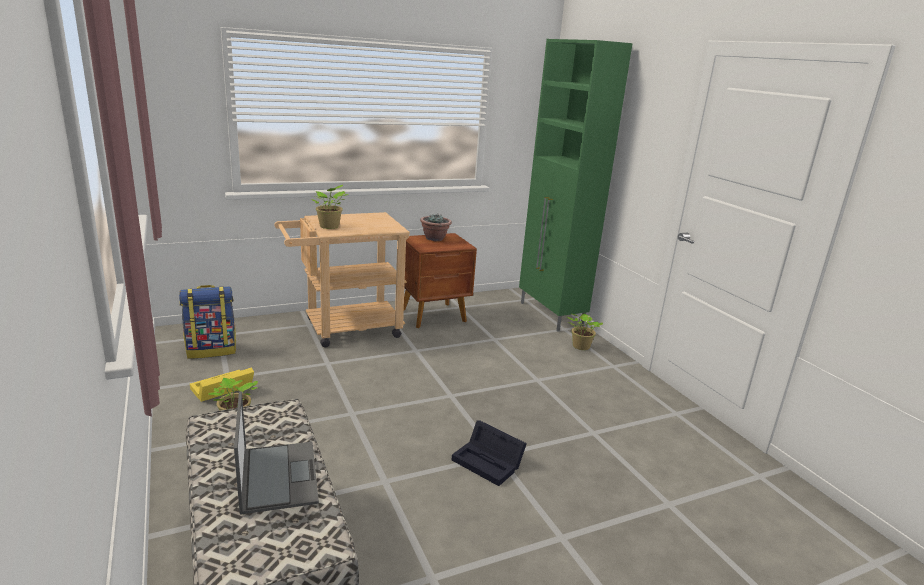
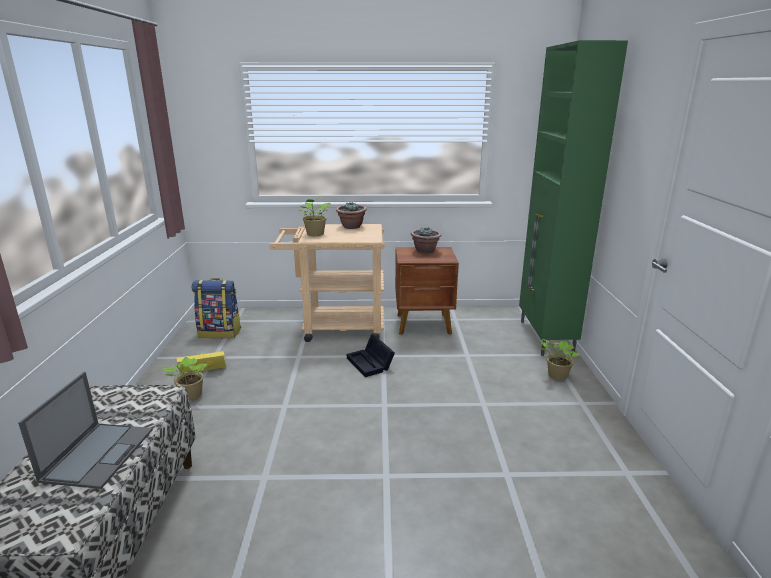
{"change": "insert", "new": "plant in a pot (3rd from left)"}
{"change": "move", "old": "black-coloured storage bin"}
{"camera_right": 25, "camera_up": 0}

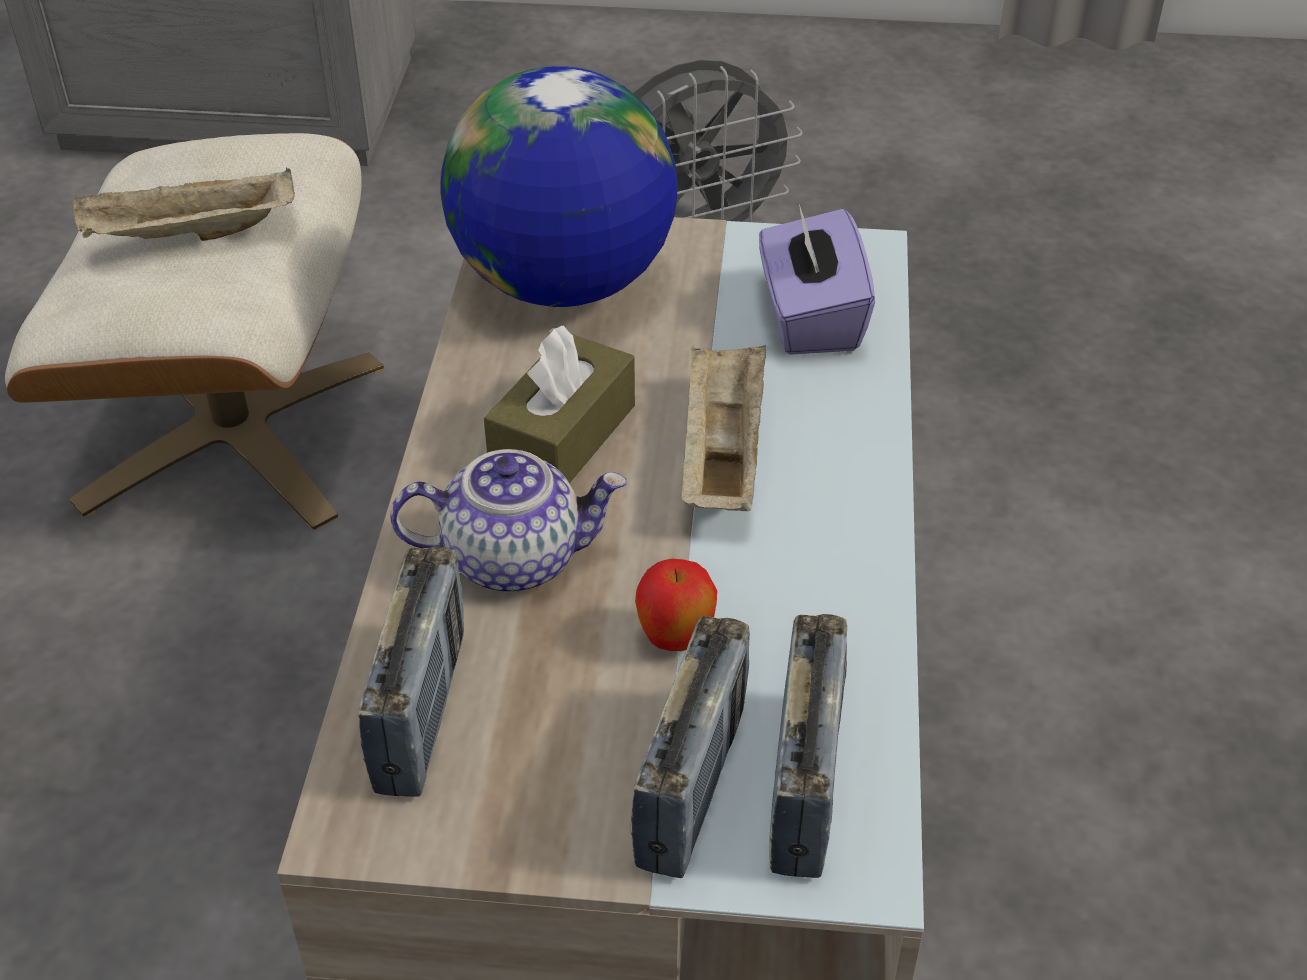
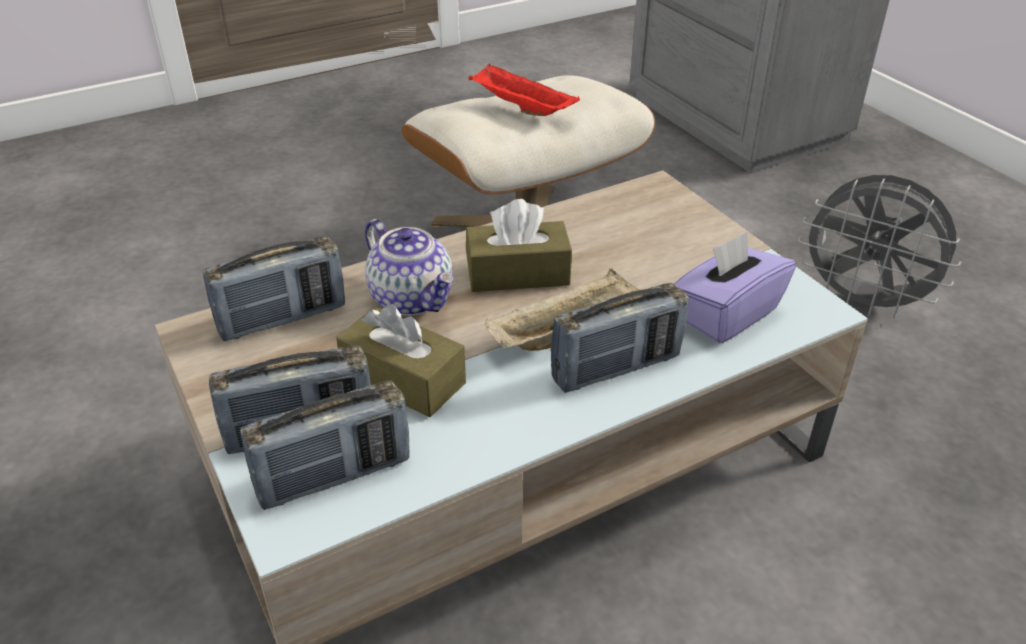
{"change": "delete", "old": "globe"}
{"change": "insert", "new": "radio set (4th from left)"}
{"change": "replace", "old": "apple", "new": "brown-coloured tissue box (1st from left)"}
{"change": "recolor", "old": "beige-coloured carrying tray (1st from left)", "new": "red carrying tray"}
{"camera_right": 55, "camera_up": -5}

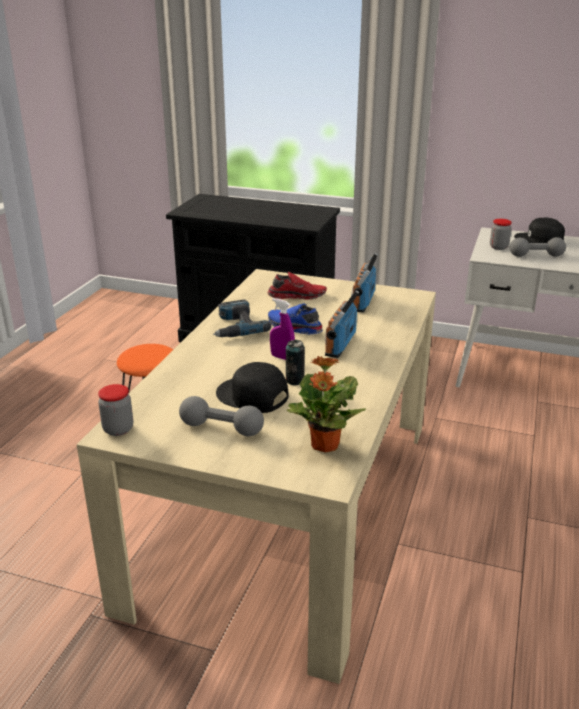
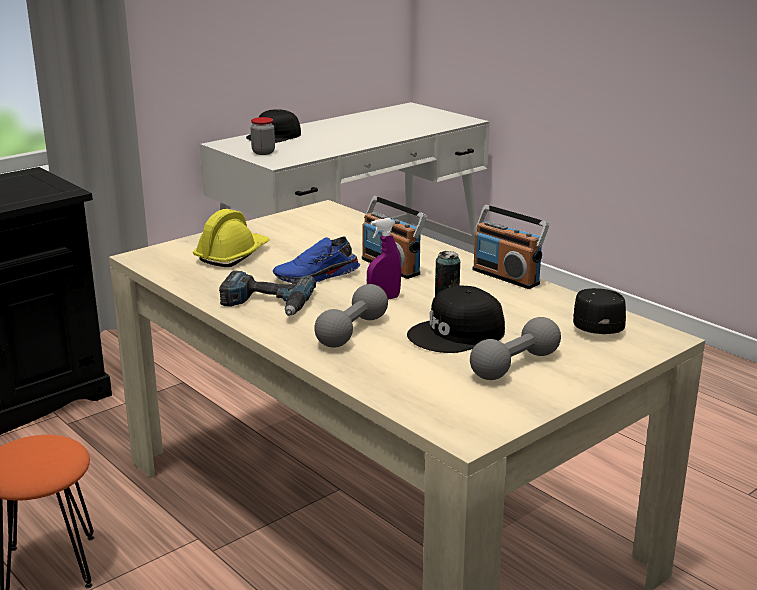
{"change": "delete", "old": "preserve jar (1st from left)"}
{"change": "move", "old": "radio set (2nd from left)"}
{"change": "move", "old": "gray free weight (2nd from left in the first image)", "new": "gray free weight (1st from left)"}
{"change": "replace", "old": "red item of footwear", "new": "yellow work helmet"}
{"change": "replace", "old": "plant in a pot", "new": "black-coloured baseball cap (3rd from left)"}
{"camera_right": -60, "camera_up": -5}

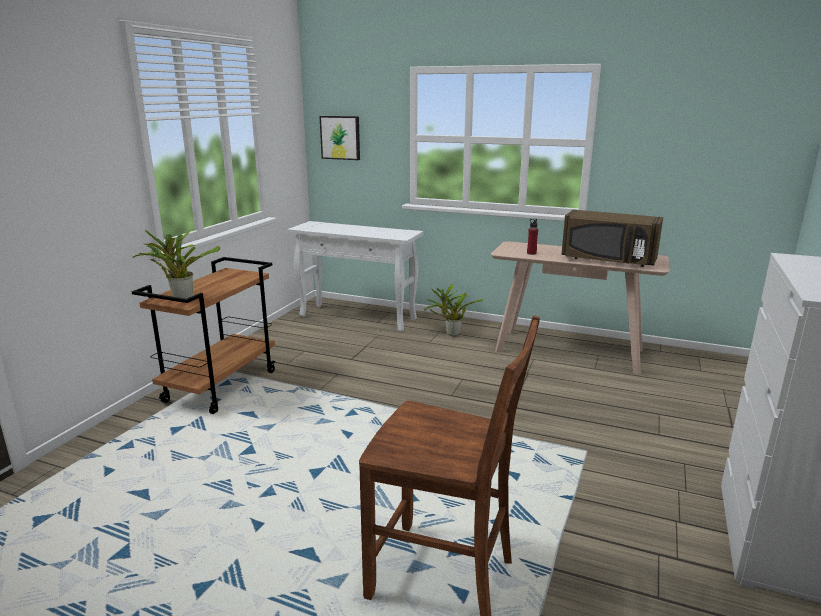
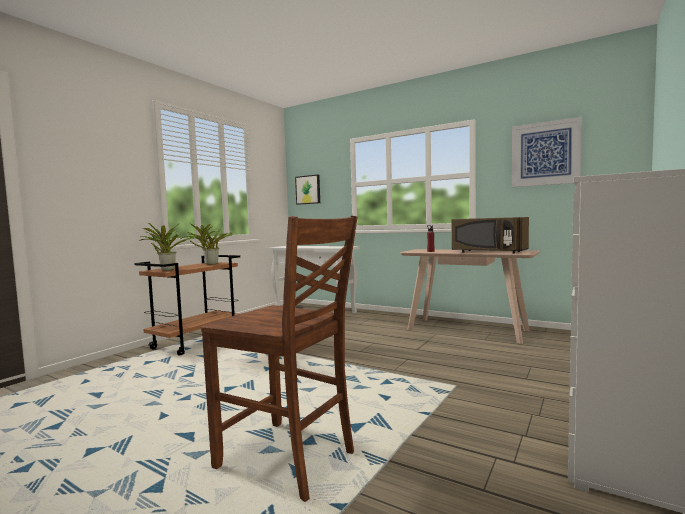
{"change": "insert", "new": "wall picture (2nd from left)"}
{"change": "move", "old": "plant in a pot (2nd from left)"}
{"camera_right": 10, "camera_up": -15}

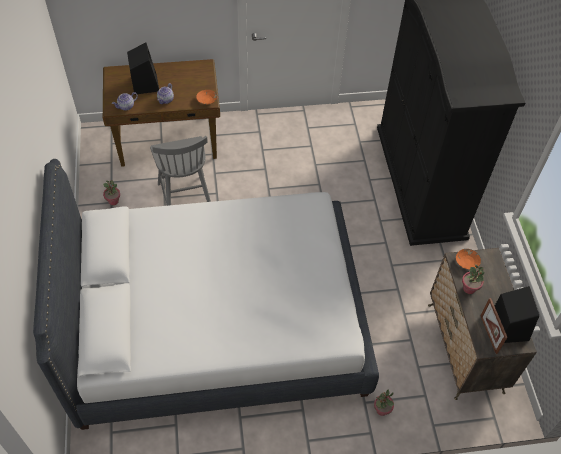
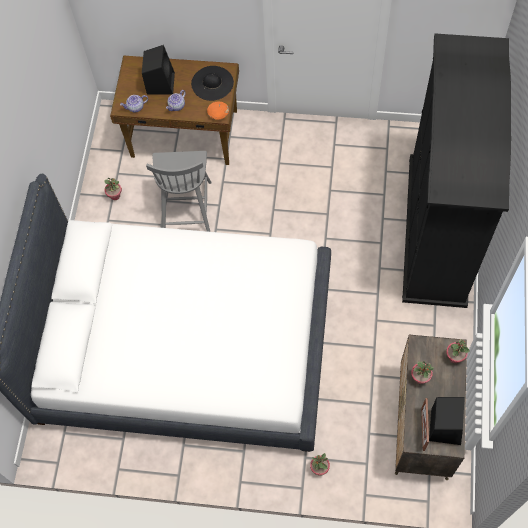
{"change": "delete", "old": "orange-coloured bowl (2nd from left)"}
{"change": "insert", "new": "black-coloured clothing hat"}
{"change": "insert", "new": "plant in a pot (4th from left)"}
{"camera_right": 20, "camera_up": 10}

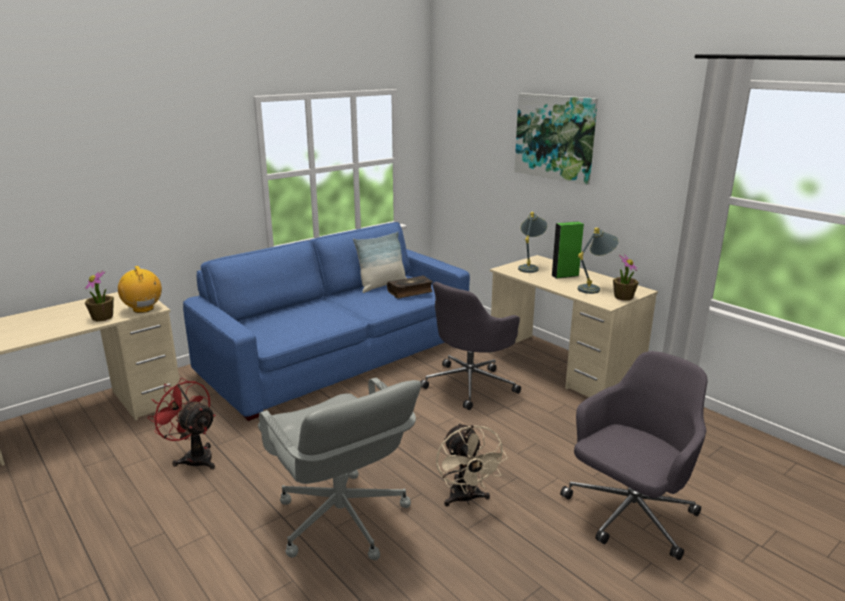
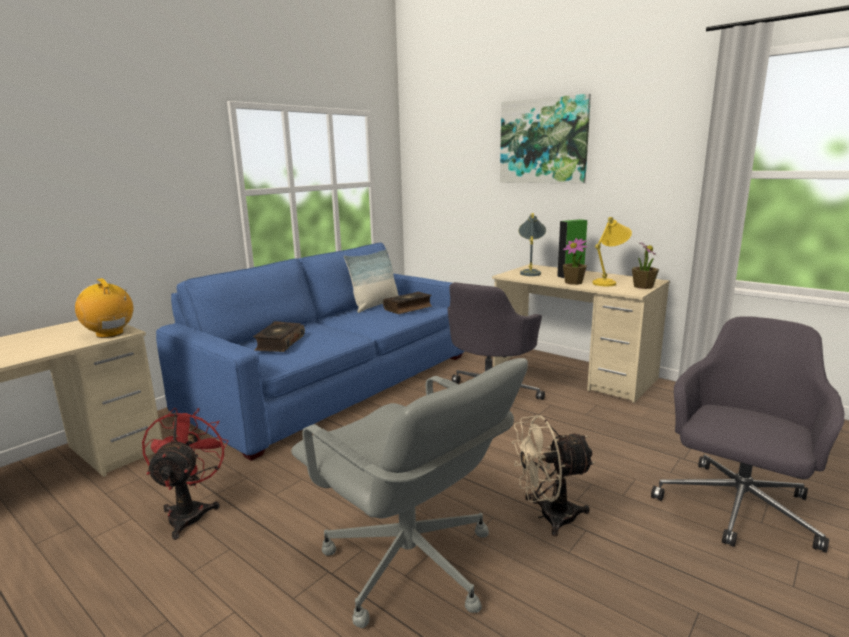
{"change": "insert", "new": "volume (1st from left)"}
{"change": "move", "old": "plant in a pot (1st from left)"}
{"change": "recolor", "old": "gray lamp for a table (2nd from left)", "new": "yellow lamp for a table"}
{"change": "rotate", "old": "red cooling fan", "degrees": 60}
{"change": "rotate", "old": "beige-coloured cooling fan", "degrees": 105}
{"camera_right": -10, "camera_up": -5}

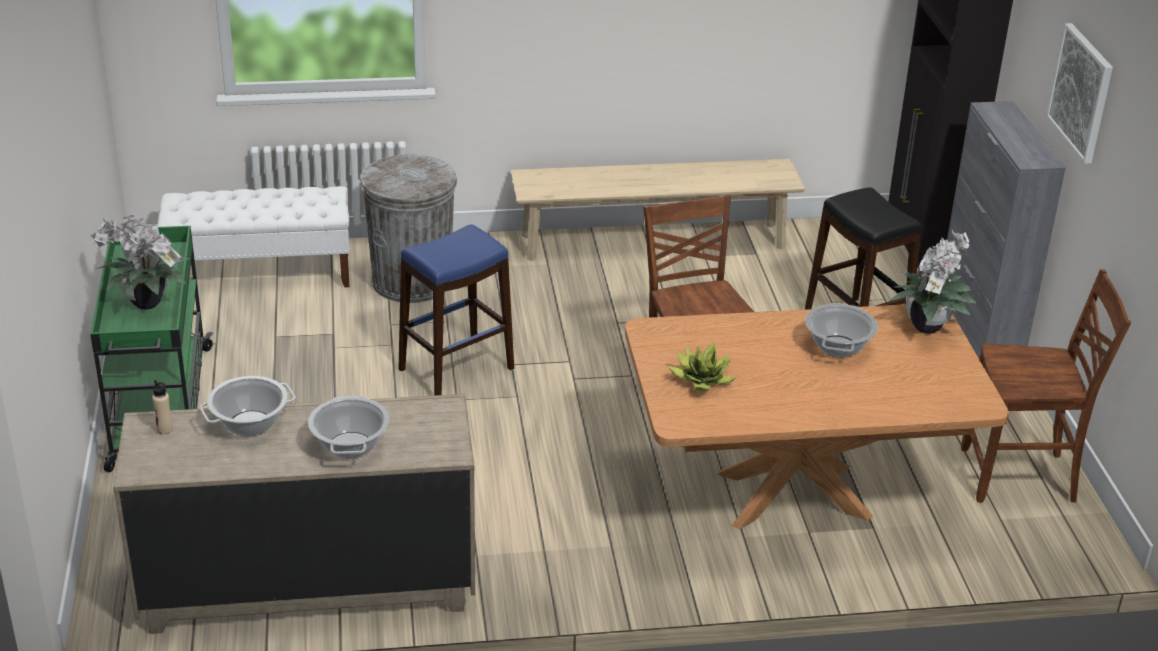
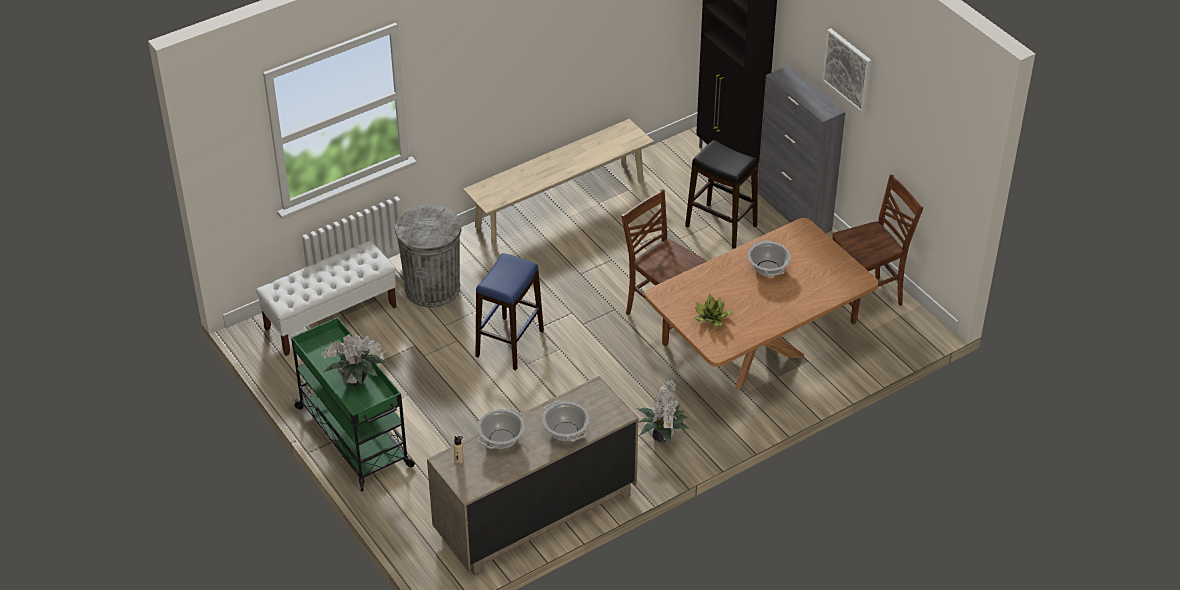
{"change": "move", "old": "plant in a pot (3rd from left in the first image)", "new": "plant in a pot (2nd from left)"}
{"camera_right": -25, "camera_up": 10}

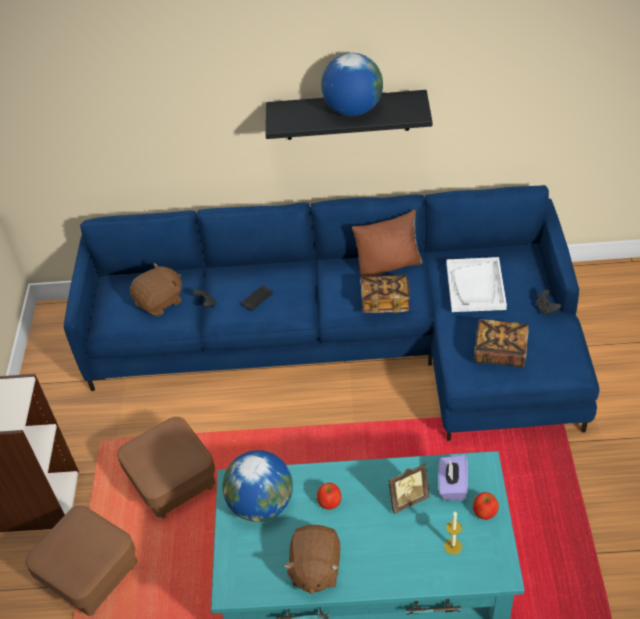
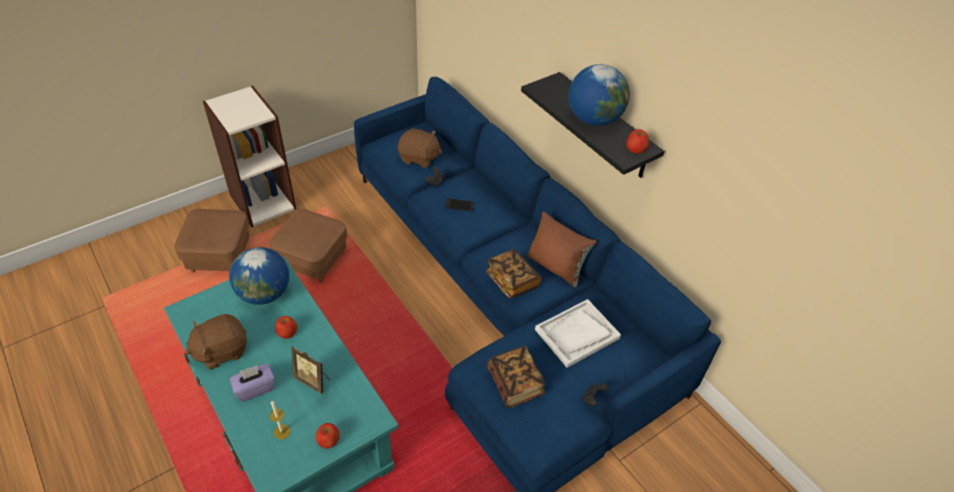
{"change": "insert", "new": "apple (3rd from left)"}
{"change": "move", "old": "purple-coloured tissue box"}
{"camera_right": 50, "camera_up": 0}

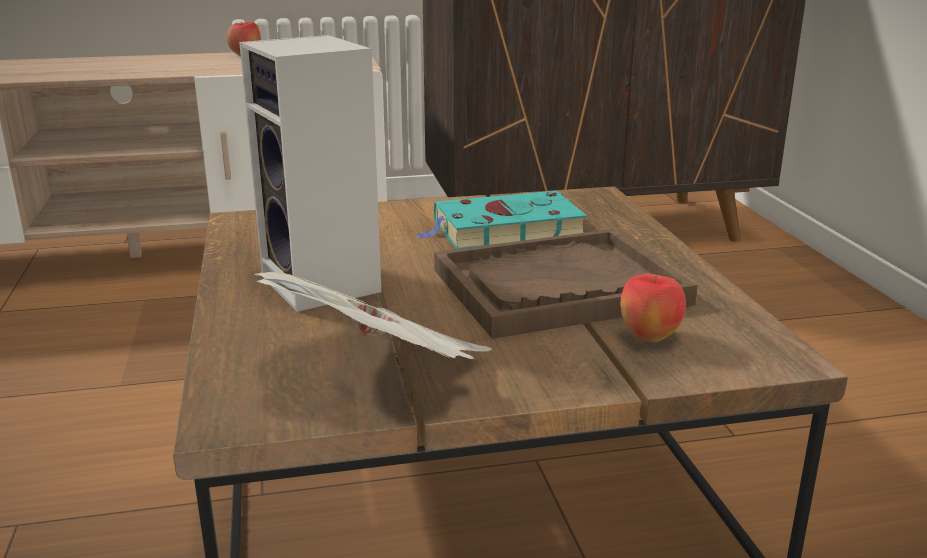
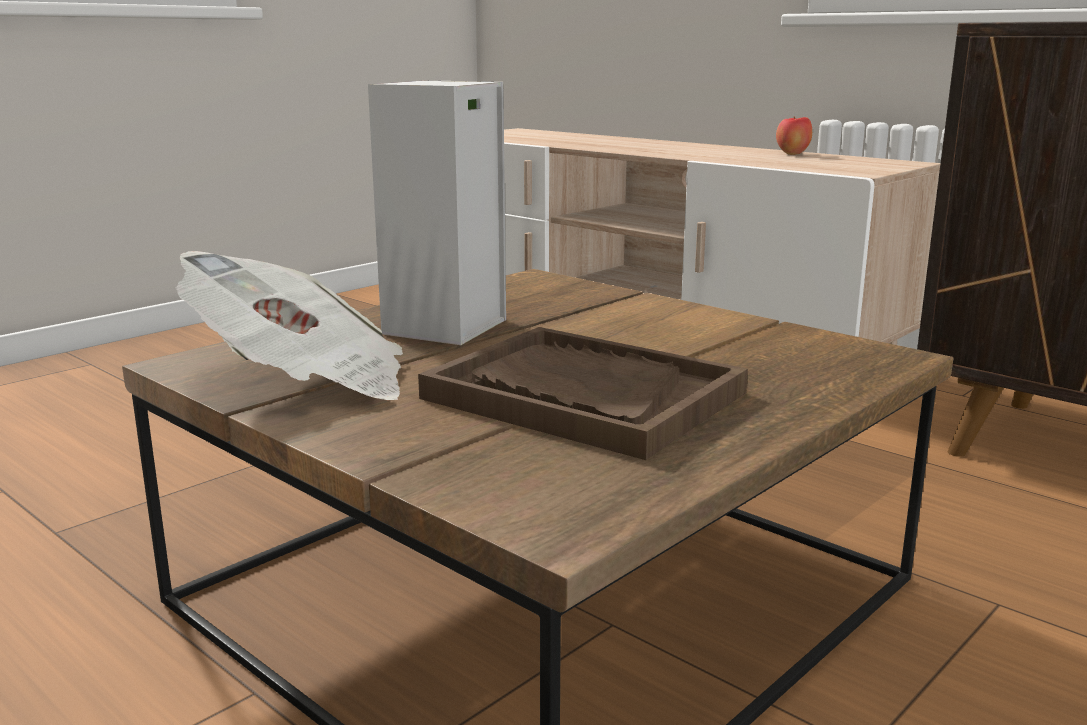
{"change": "delete", "old": "blue-green volume"}
{"change": "delete", "old": "apple (2nd from left)"}
{"camera_right": 55, "camera_up": -5}

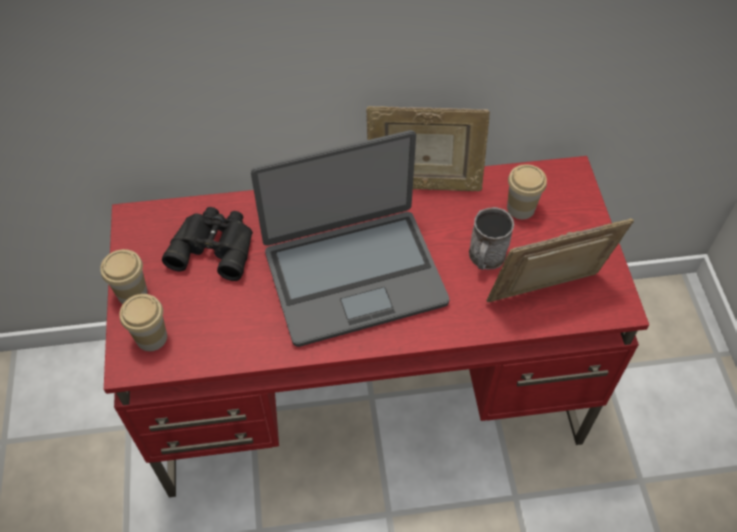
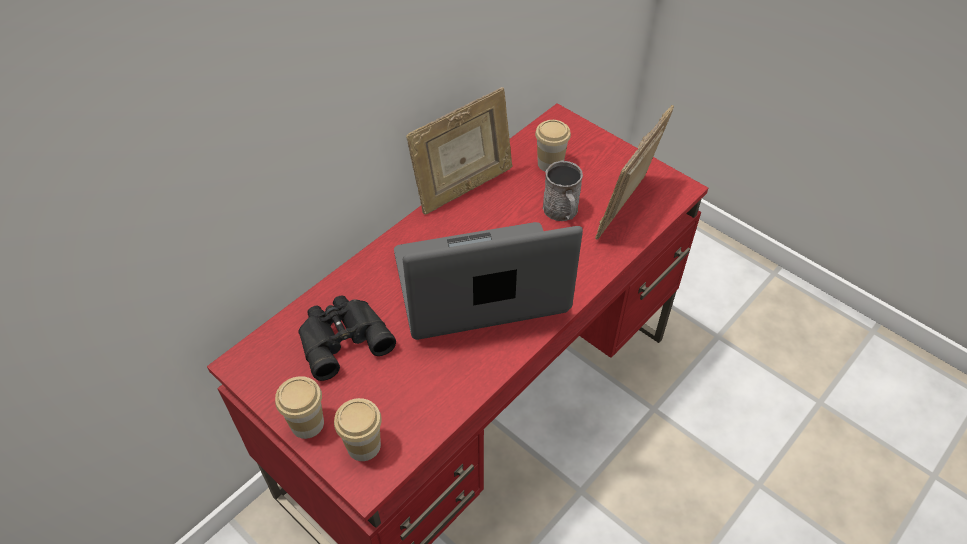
{"change": "rotate", "old": "notebook computer", "degrees": -135}
{"camera_right": -40, "camera_up": -5}

